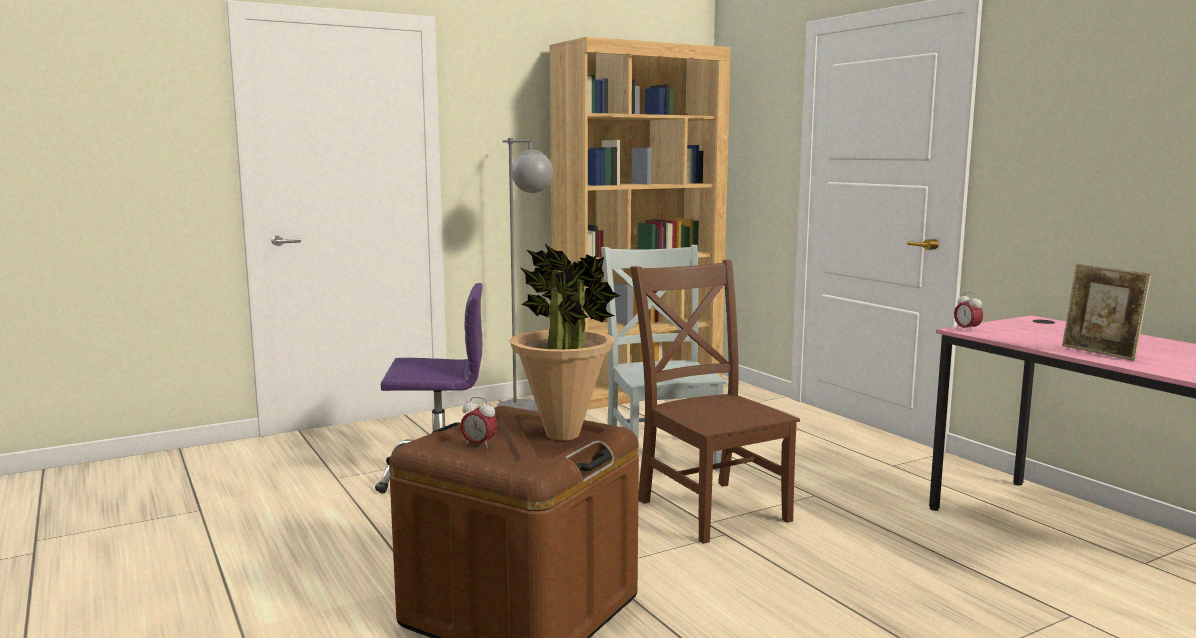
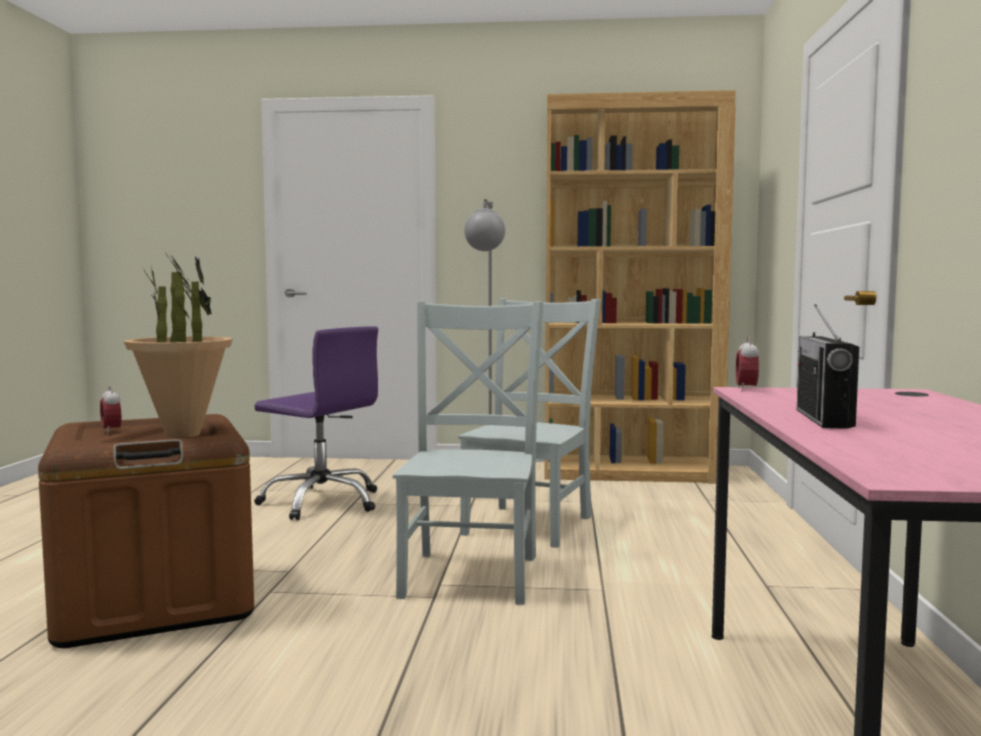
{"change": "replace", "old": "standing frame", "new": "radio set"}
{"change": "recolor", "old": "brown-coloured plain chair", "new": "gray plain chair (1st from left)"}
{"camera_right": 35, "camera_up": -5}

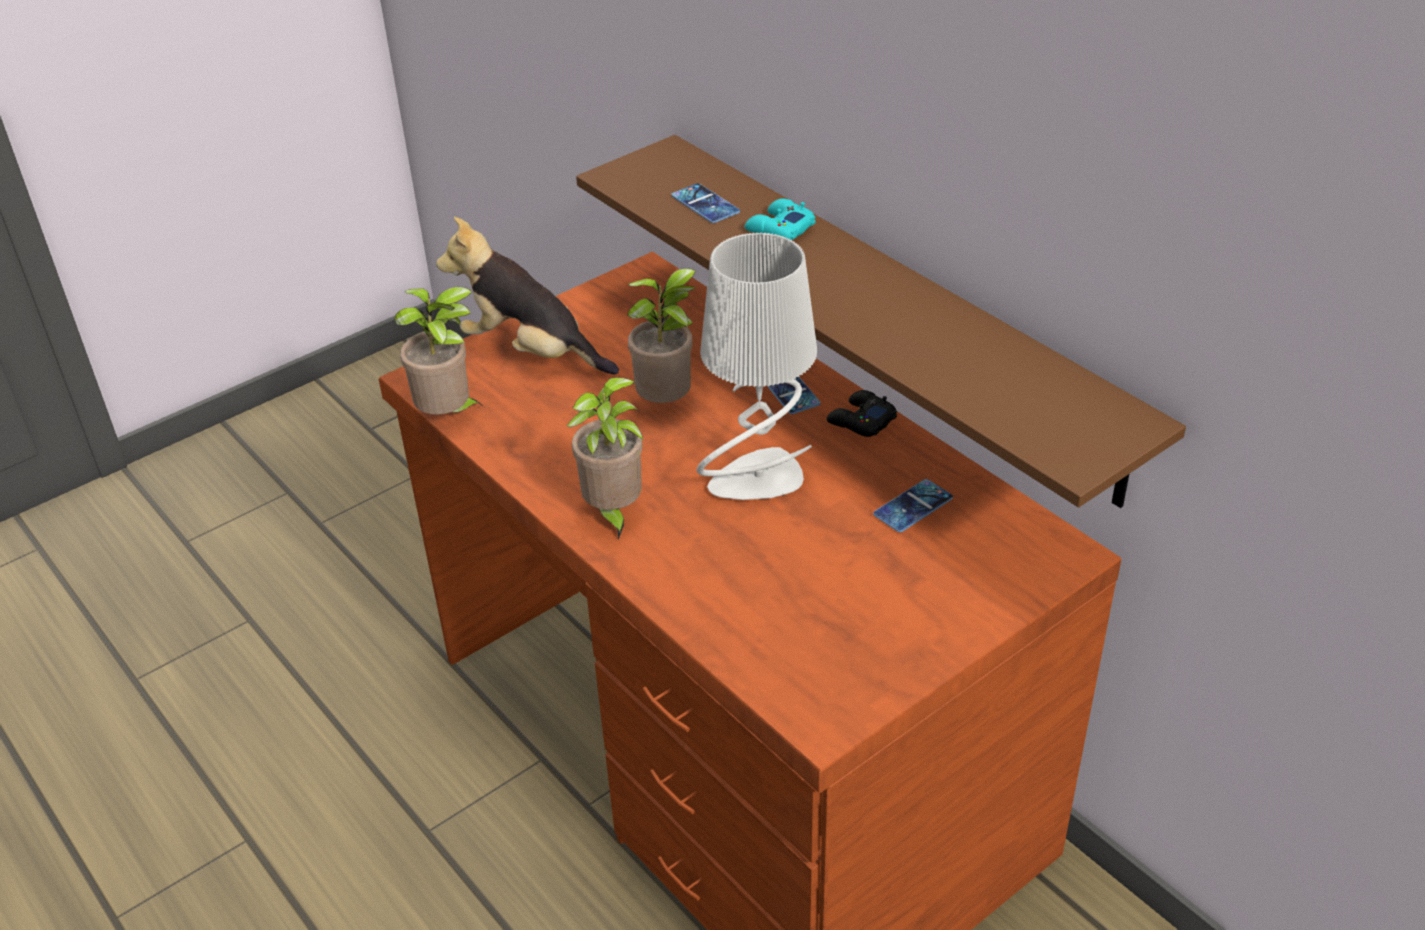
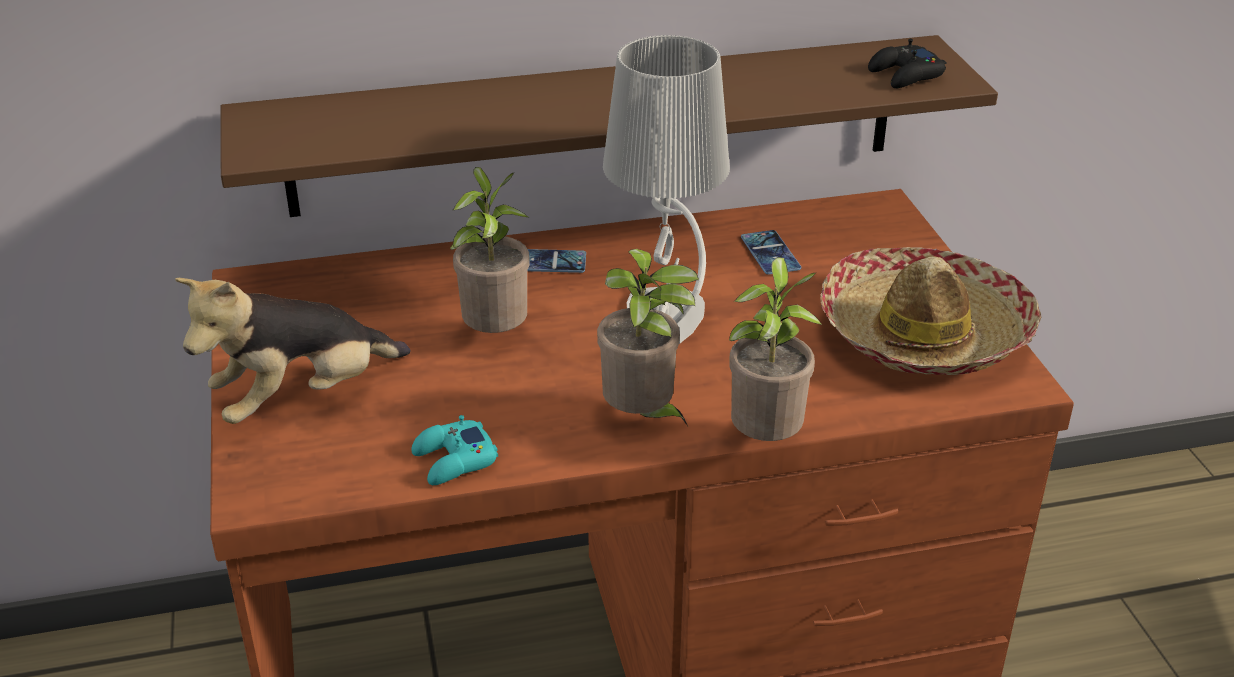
{"change": "delete", "old": "telephone (1st from left)"}
{"change": "insert", "new": "clothing hat"}
{"change": "move", "old": "plant in a pot (1st from left in the first image)", "new": "plant in a pot (3rd from left)"}
{"change": "move", "old": "blue-green game controller"}
{"change": "move", "old": "black-coloured game controller"}
{"camera_right": -65, "camera_up": -5}

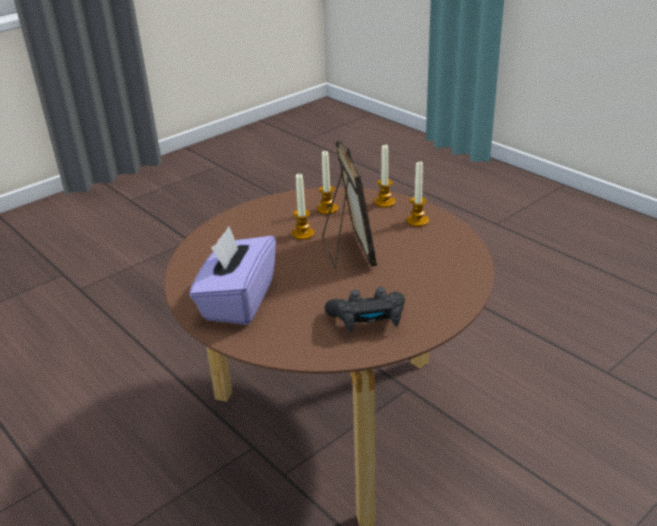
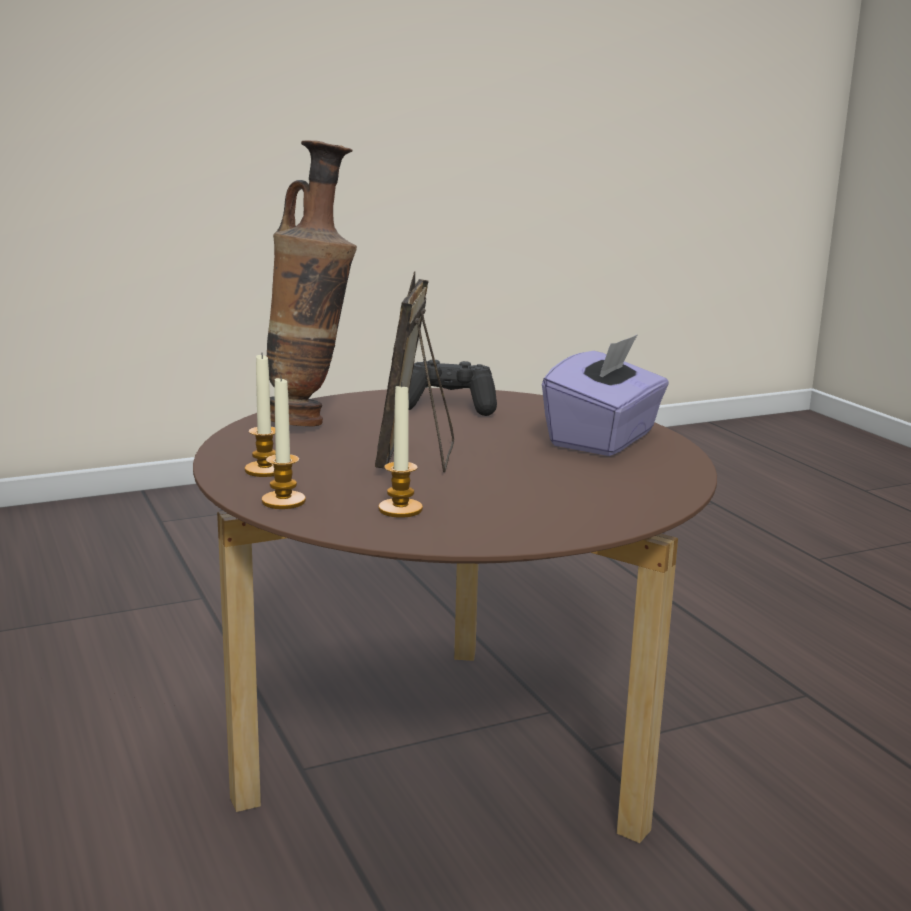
{"change": "delete", "old": "candle (1st from left)"}
{"change": "insert", "new": "vase"}
{"camera_right": -165, "camera_up": -15}

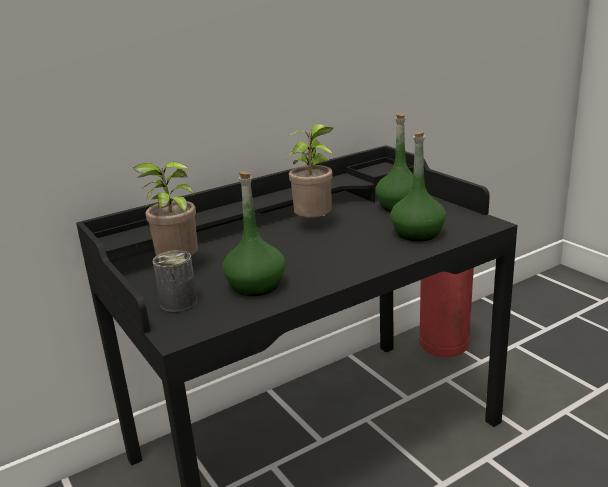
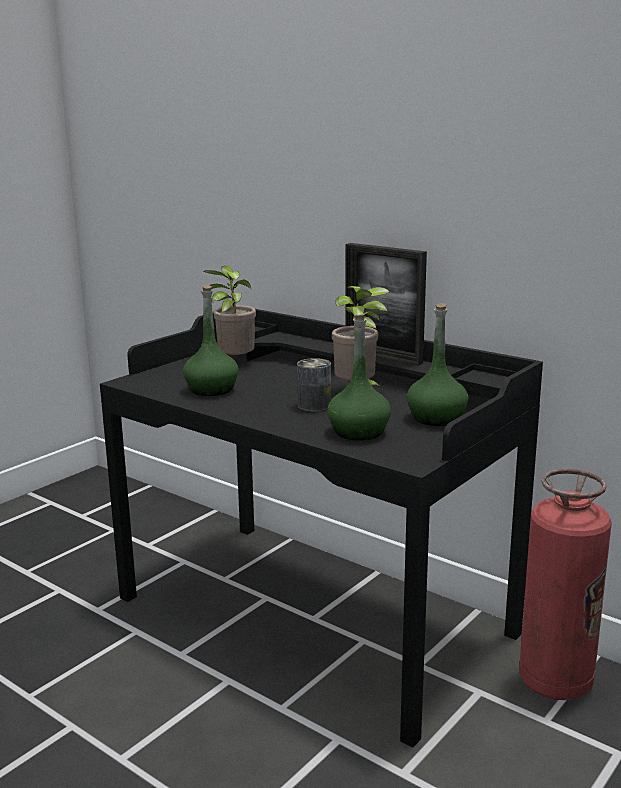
{"change": "insert", "new": "standing frame"}
{"change": "move", "old": "sealed can"}
{"camera_right": 70, "camera_up": -5}

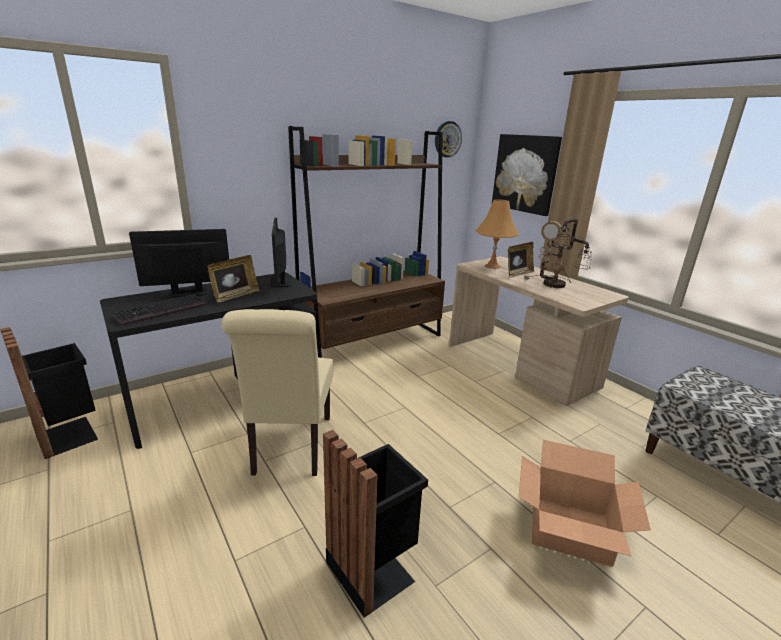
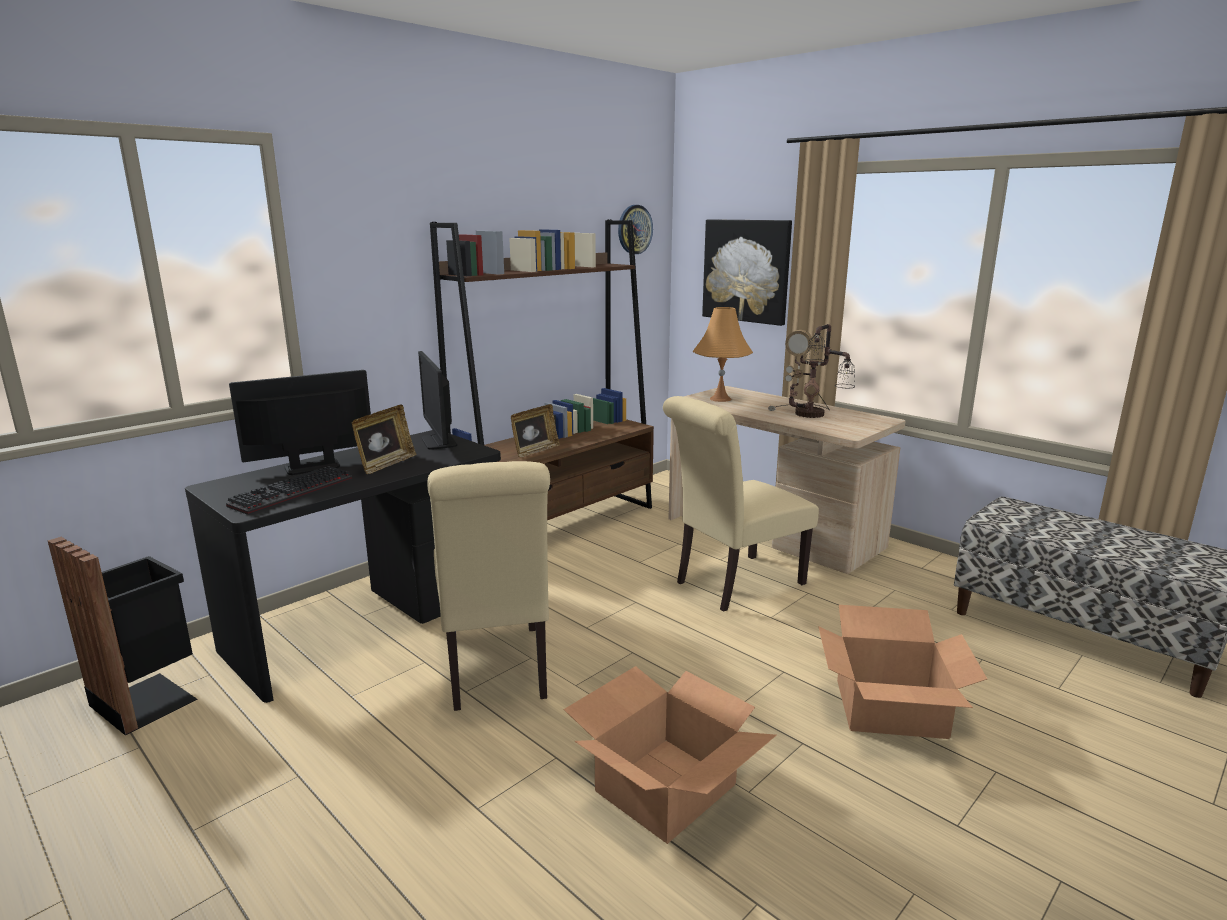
{"change": "insert", "new": "beige-coloured plain chair (2nd from left)"}
{"change": "move", "old": "standing frame (2nd from left)"}
{"change": "replace", "old": "black-coloured rubbish bin (2nd from left)", "new": "carton (1st from left)"}
{"camera_right": -10, "camera_up": -5}

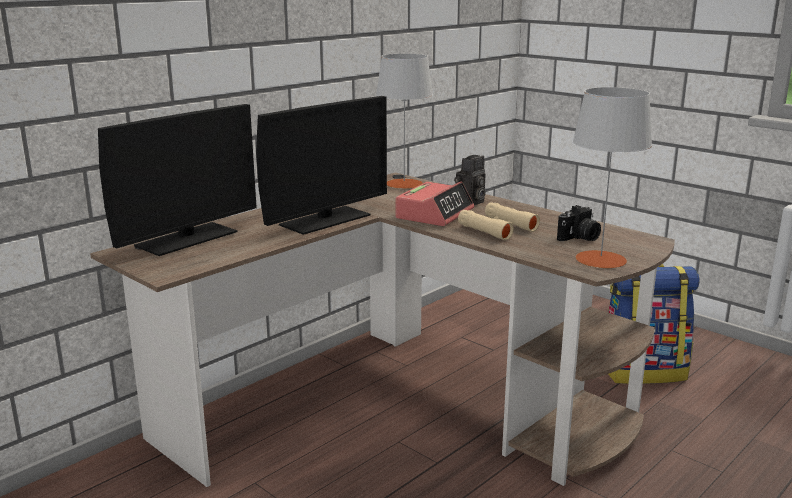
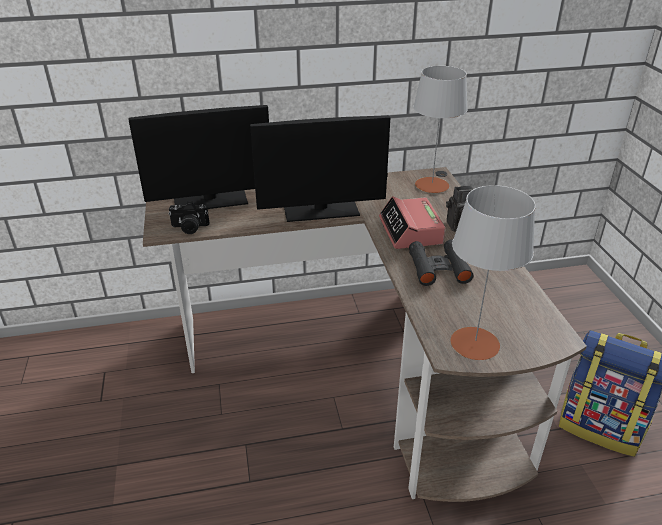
{"change": "move", "old": "still camera (2nd from left in the first image)", "new": "still camera (1st from left)"}
{"change": "recolor", "old": "beige-coloured field glasses", "new": "black-coloured field glasses"}
{"change": "rotate", "old": "alarm clock", "degrees": 105}
{"camera_right": 35, "camera_up": 15}

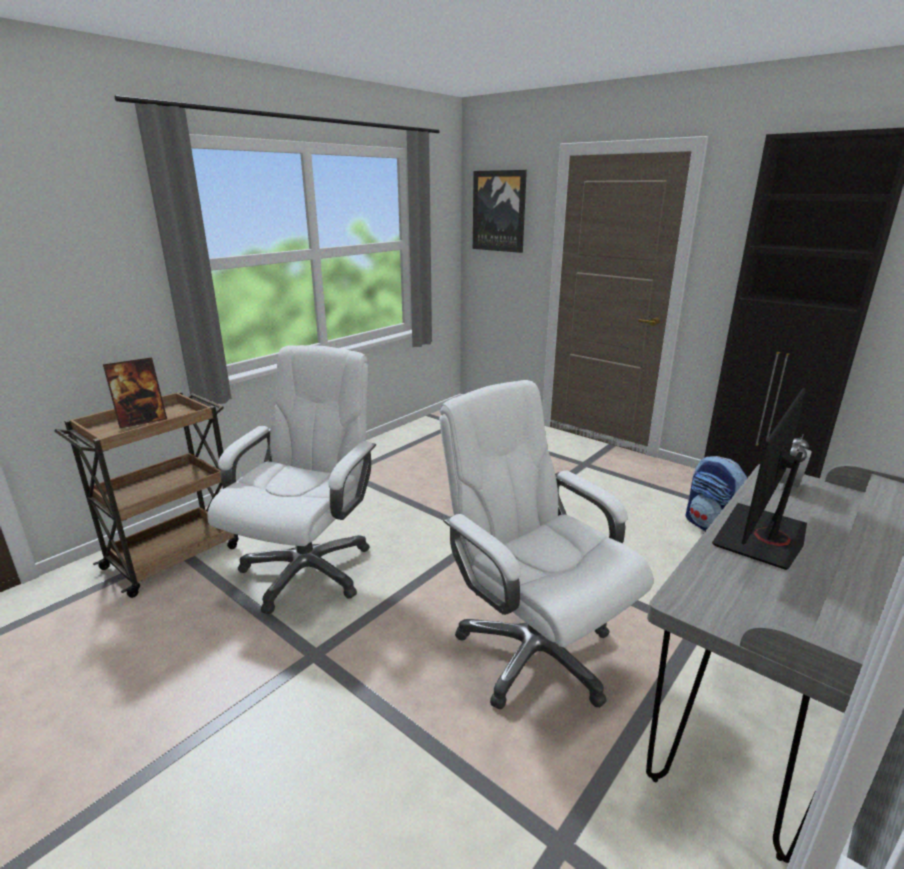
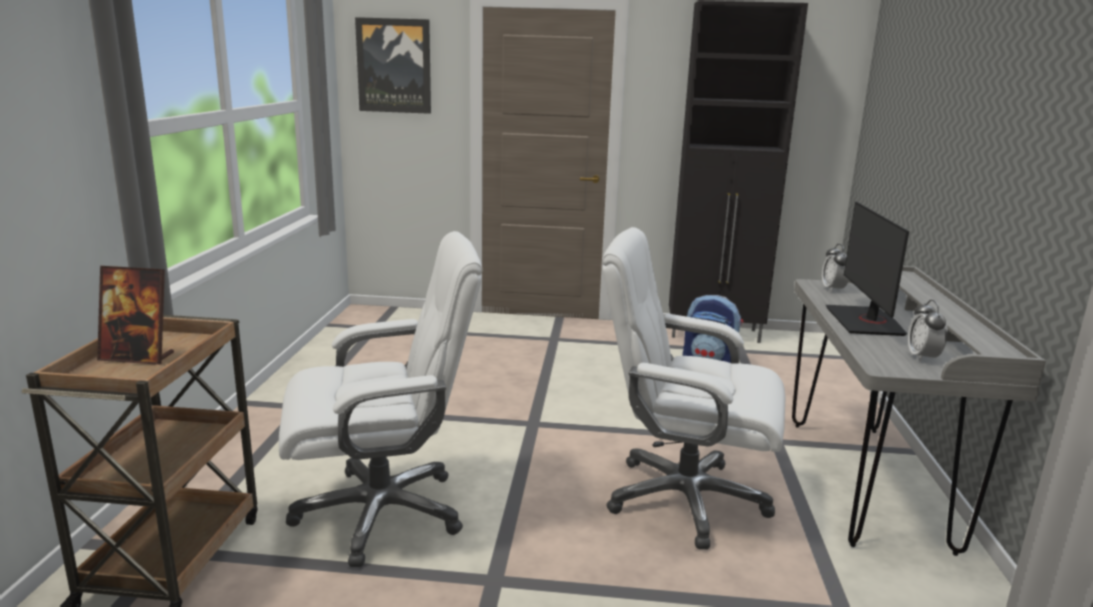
{"change": "insert", "new": "alarm clock (2nd from left)"}
{"change": "rotate", "old": "standing frame", "degrees": 75}
{"change": "rotate", "old": "white desk chair (1st from left)", "degrees": 90}
{"camera_right": -35, "camera_up": -5}

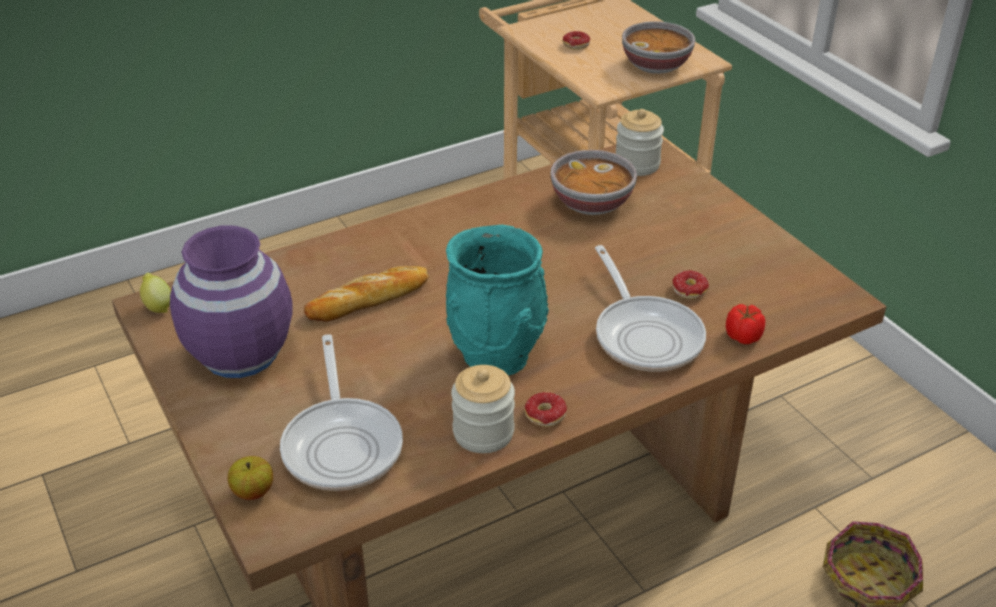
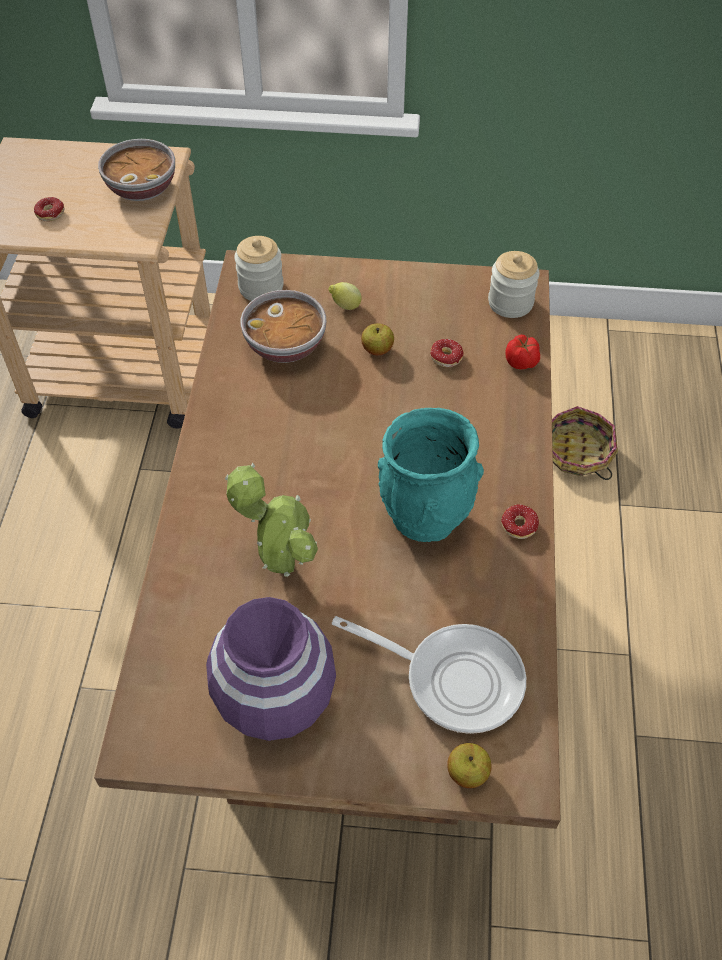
{"change": "delete", "old": "pan (2nd from left)"}
{"change": "insert", "new": "apple (1st from left)"}
{"change": "move", "old": "whole lemon"}
{"change": "move", "old": "preserve jar (1st from left in the first image)", "new": "preserve jar (2nd from left)"}
{"change": "replace", "old": "baked bread", "new": "plant in a pot"}
{"camera_right": -55, "camera_up": 15}

